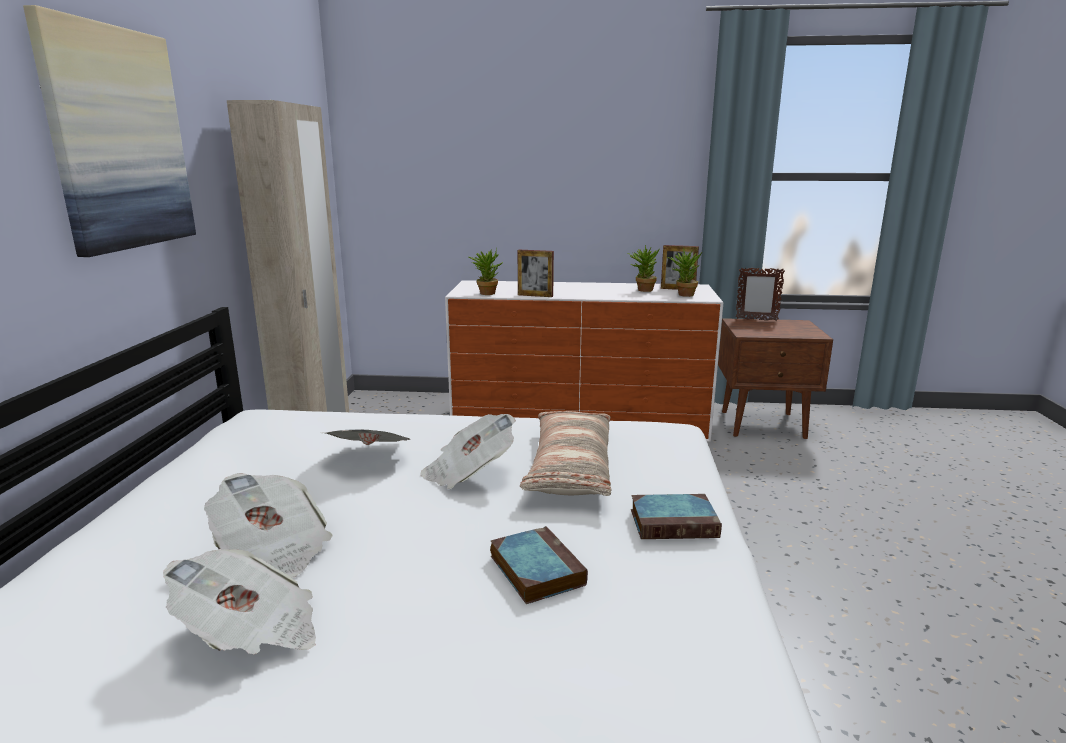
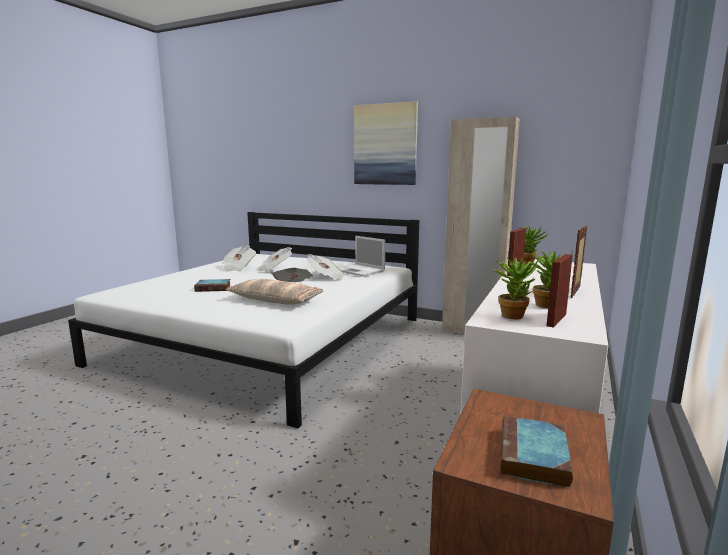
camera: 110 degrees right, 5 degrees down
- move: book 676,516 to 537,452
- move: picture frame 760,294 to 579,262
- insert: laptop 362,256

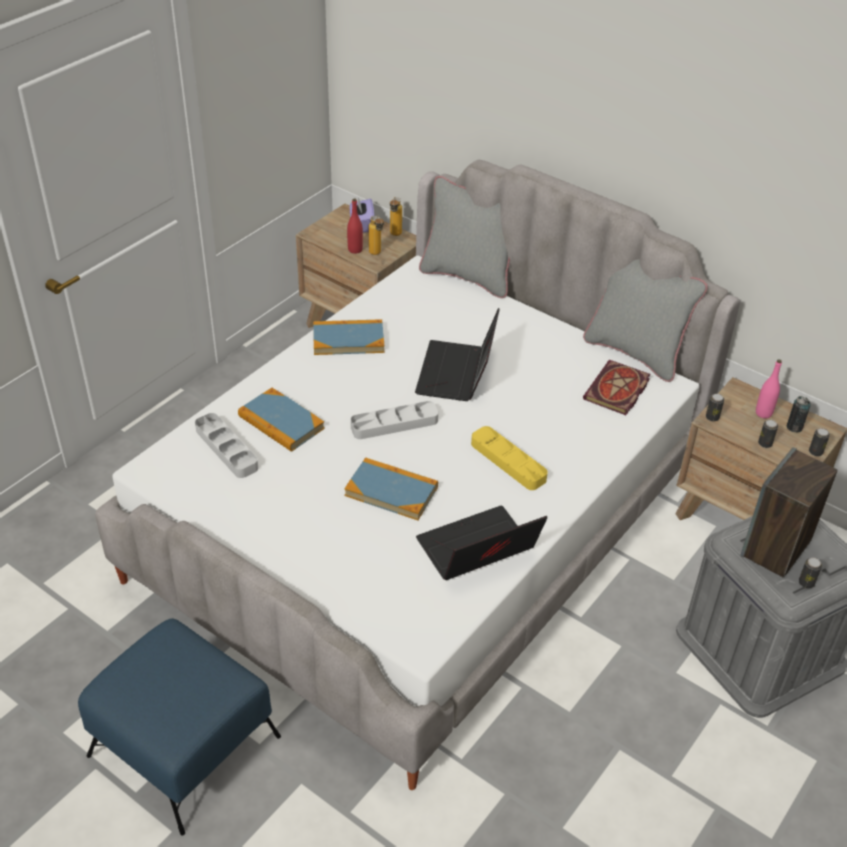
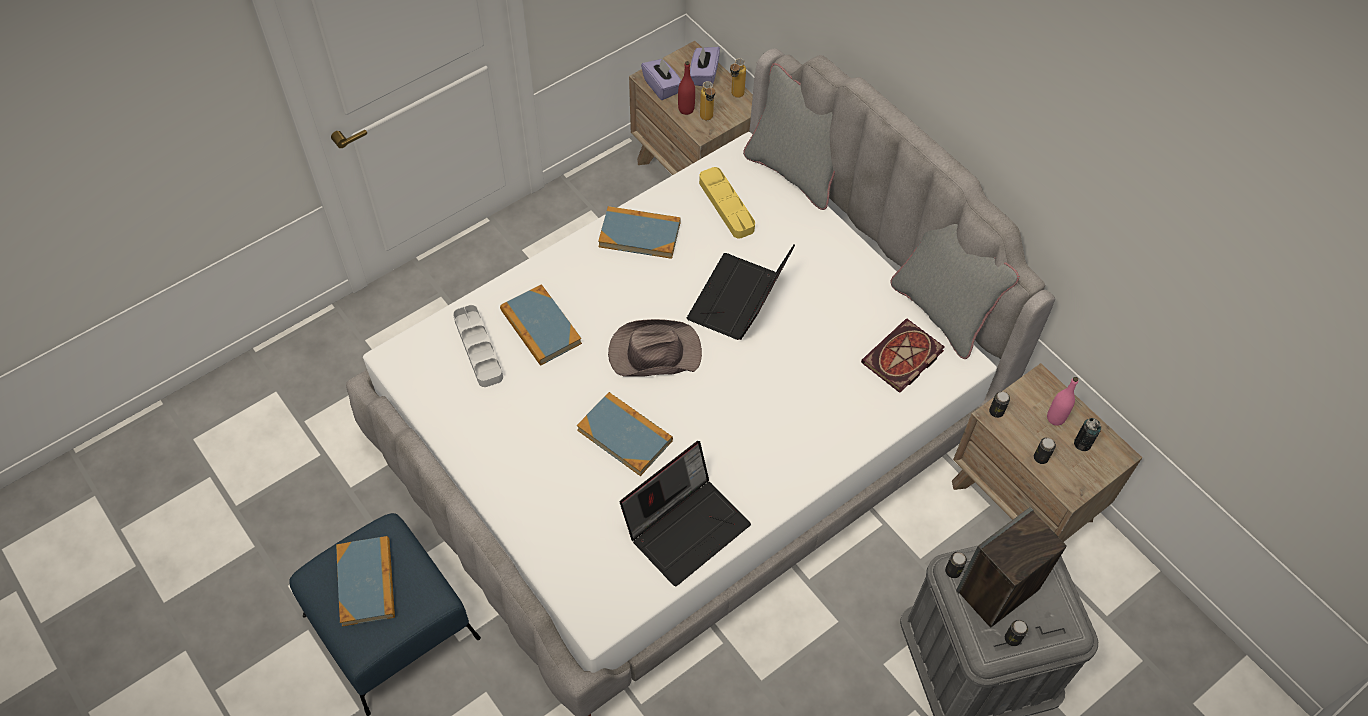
camera: 15 degrees right, 15 degrees up
- replace: grey tray 394,420 to brown hat 655,348
- rotate: laptop 481,543 = 685,513 150 degrees clockwise
- move: yellow tray 509,458 to 727,202
- move: can 819,442 to 956,565
- insert: book 365,581
- insert: purple tissue box 661,79

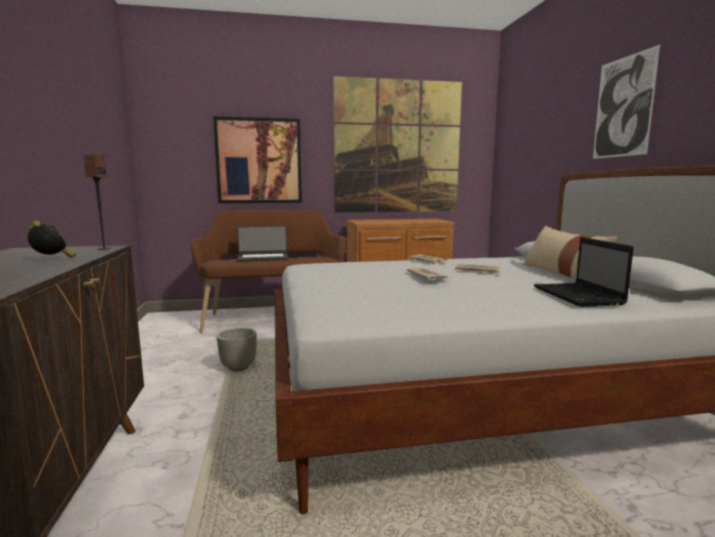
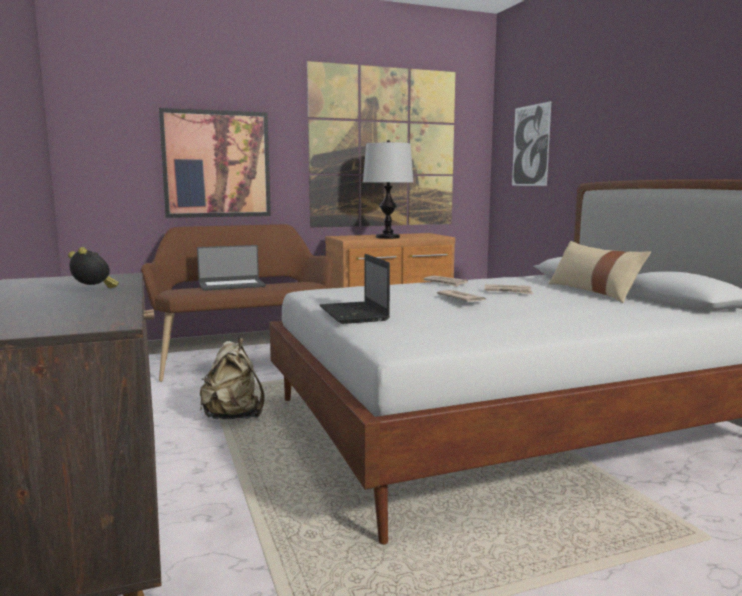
camera: 10 degrees left, 0 degrees up
- delete: speaker 97,202
- replace: planter 237,349 to beige backpack 232,378
- move: laptop 584,272 to 354,289
- move: picture 626,102 to 531,143
- insert: table lamp 388,189

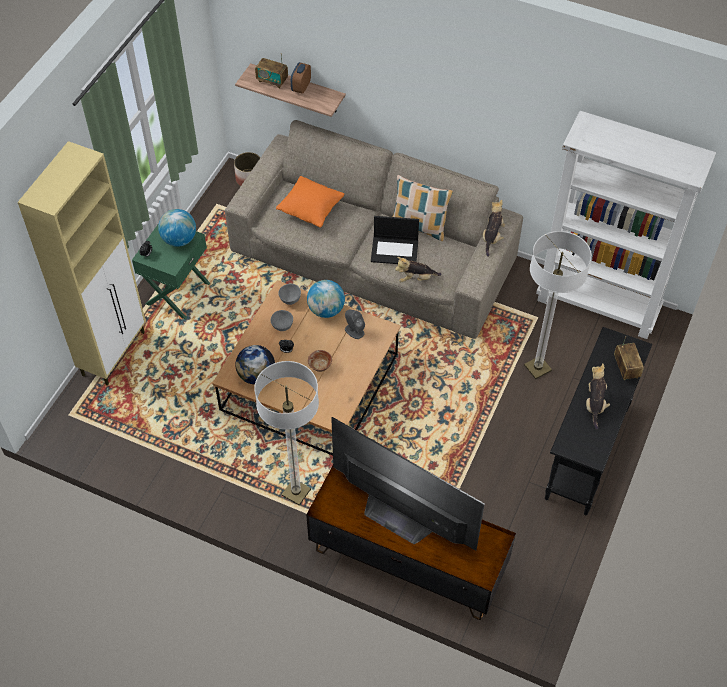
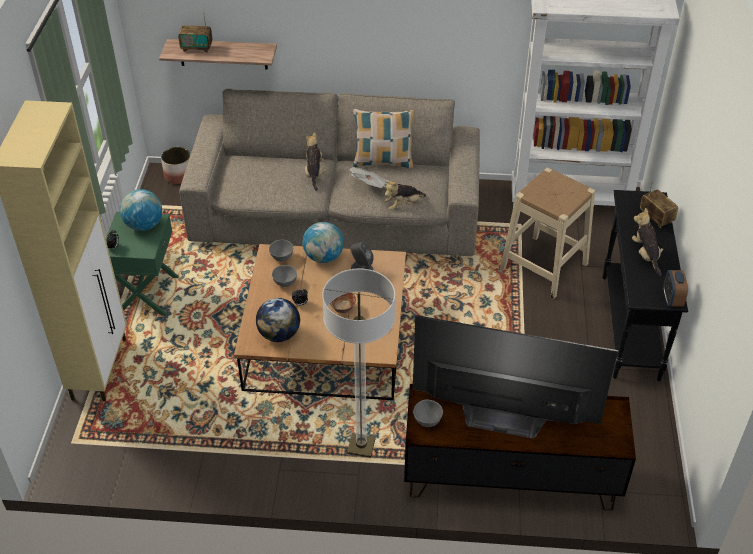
camera: 20 degrees left, 10 degrees down
- delete: orange pillow 310,202
- move: alarm clock 301,78 to 676,288
- replace: laptop 395,240 to newspaper 369,177
- move: plush toy 493,228 to 316,161
- replace: floor lamp 558,305 to beige stool 548,233
- insert: grey bowl 428,413

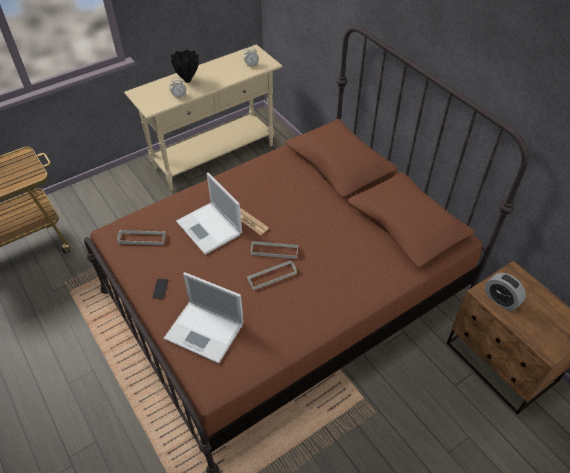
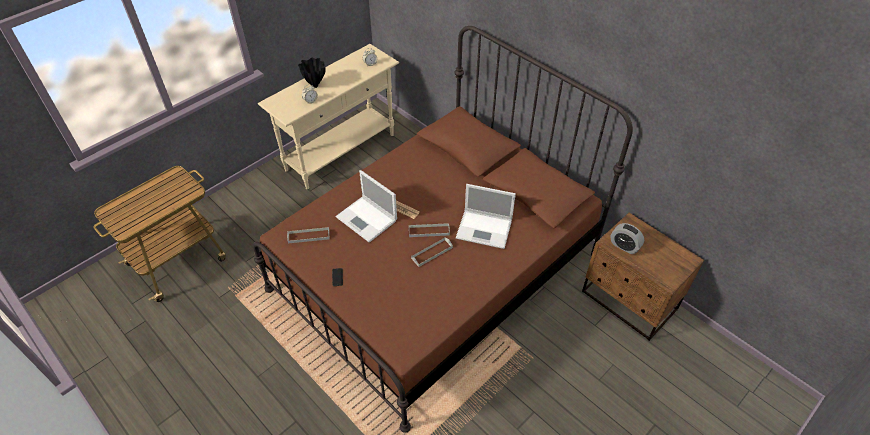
camera: 10 degrees left, 0 degrees up
- move: laptop 203,317 to 486,216

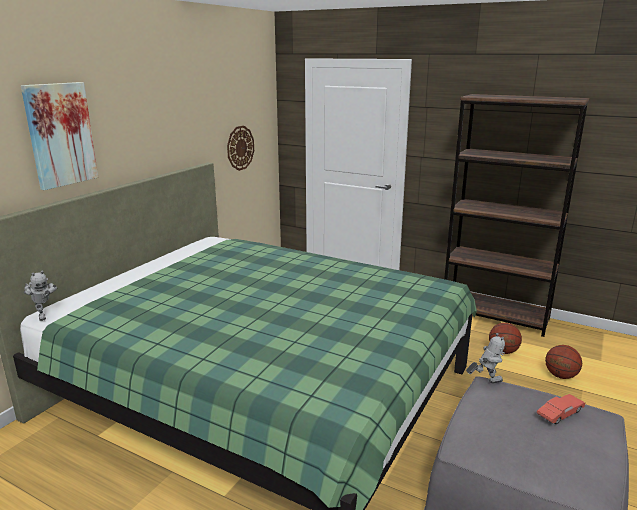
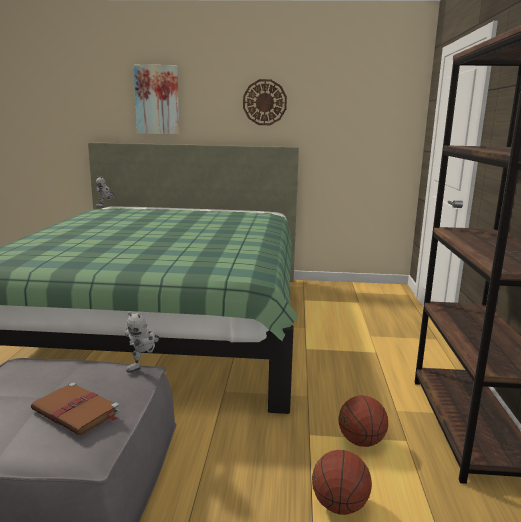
camera: 65 degrees right, 5 degrees down
- move: wall clock 240,148 to 265,102
- rotate: toy robot 485,358 = 142,342 60 degrees clockwise
- replace: red toy car 561,409 to brown book 75,408

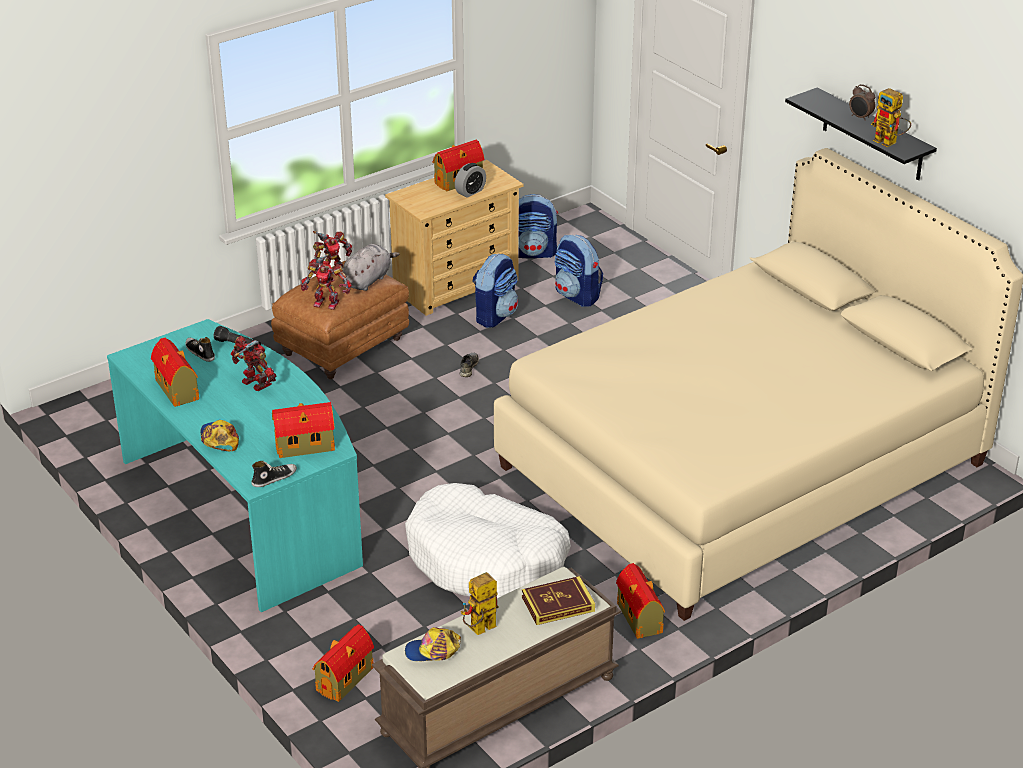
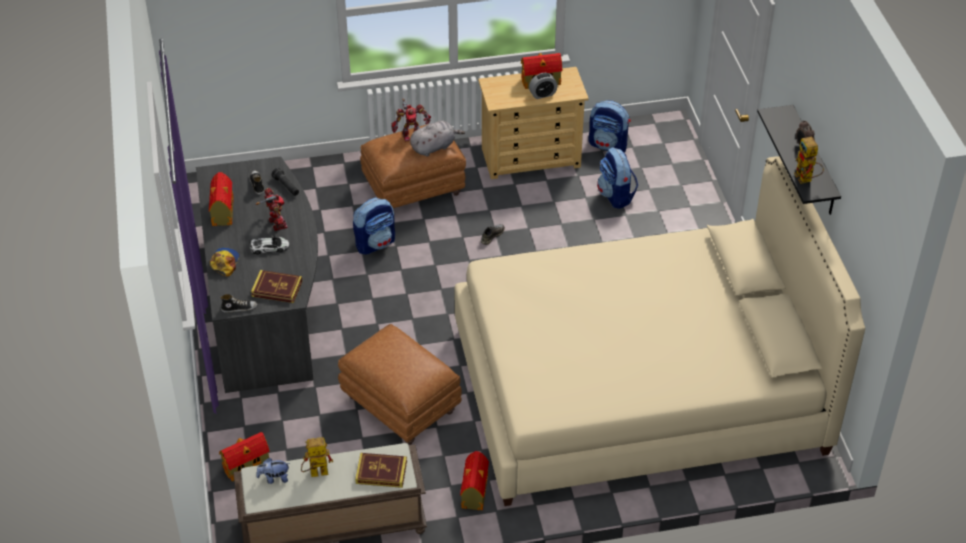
camera: 25 degrees right, 10 degrees up
- recolor: turquoise desk 235,465 to grey desk 257,274
- replace: toy house 303,430 to book 276,286
- delete: toy robot 326,282
- replace: white dog bed 488,540 to brown ottoman 400,384
- replace: cap 433,644 to plush toy 273,471
- move: backpack 495,290 to 374,226
- insert: toy car 269,245

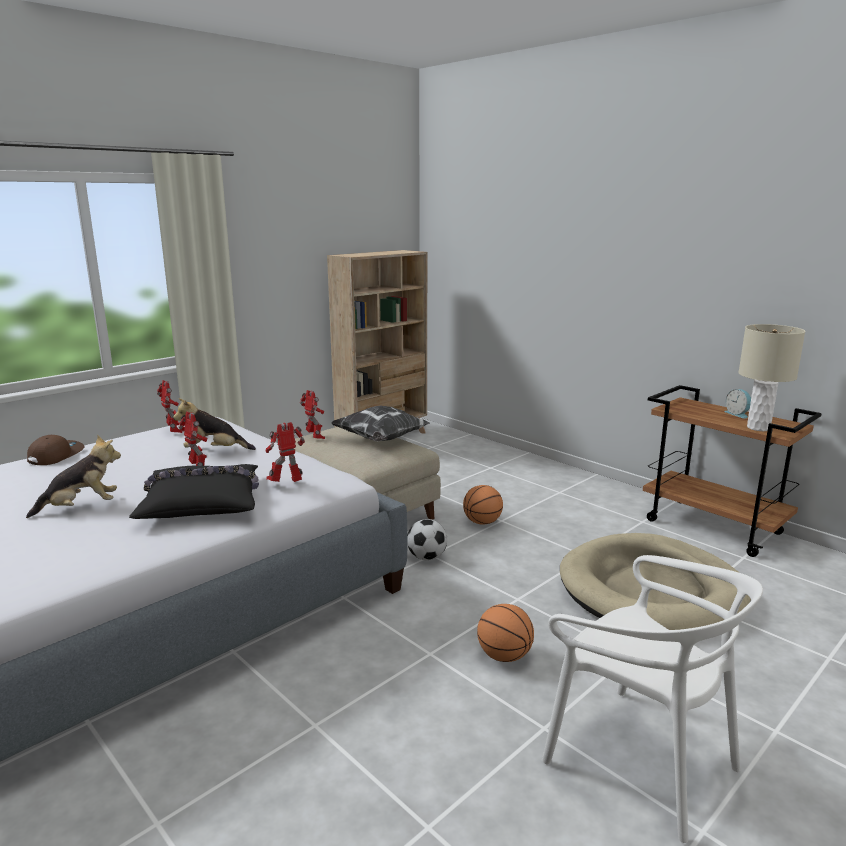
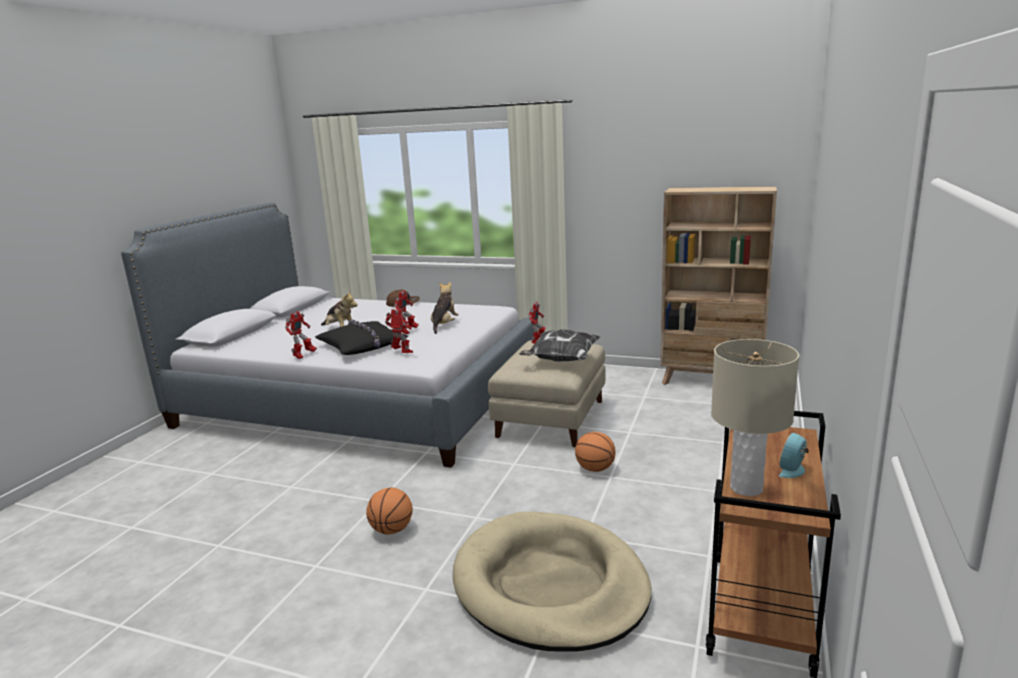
camera: 65 degrees right, 0 degrees up
- move: toy robot 169,406 to 301,335
- rotate: plush toy 214,424 = 445,308 45 degrees clockwise
- delete: football 427,539
- delete: white chair 652,699

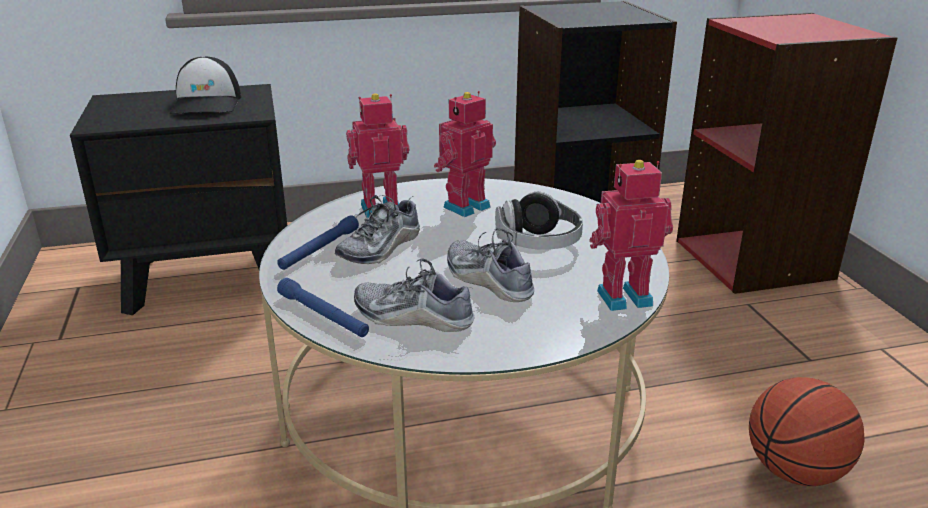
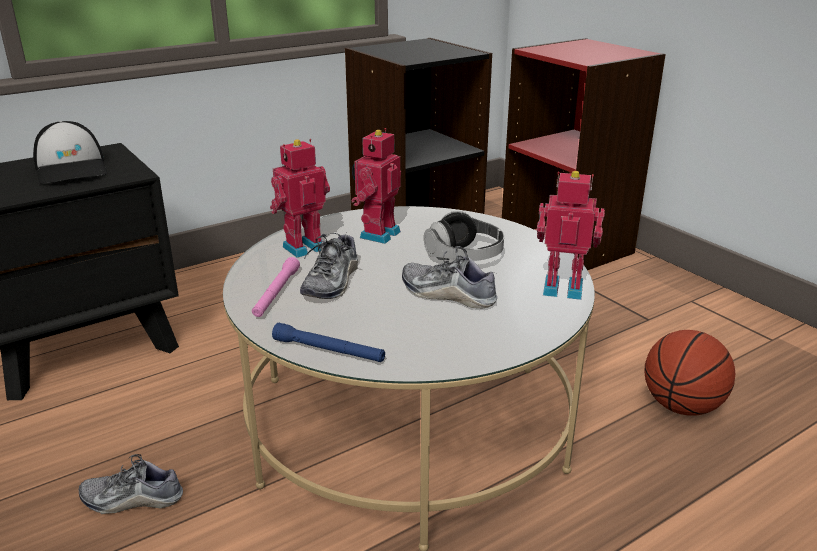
camera: 20 degrees left, 0 degrees up
- recolor: blue flashlight 318,242 to pink flashlight 276,287
- move: shoe 414,295 to 131,484
- rotate: toy robot 631,235 = 571,235 45 degrees clockwise

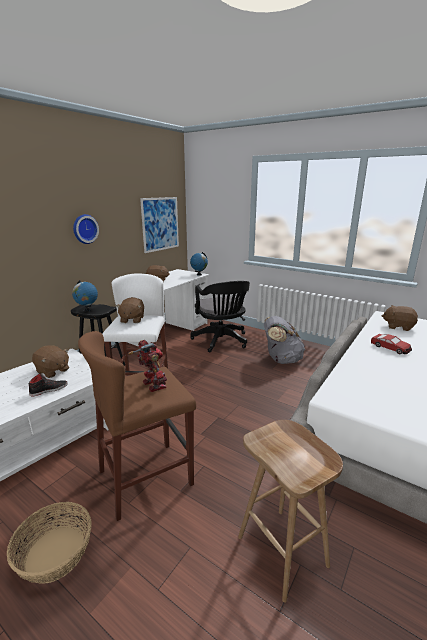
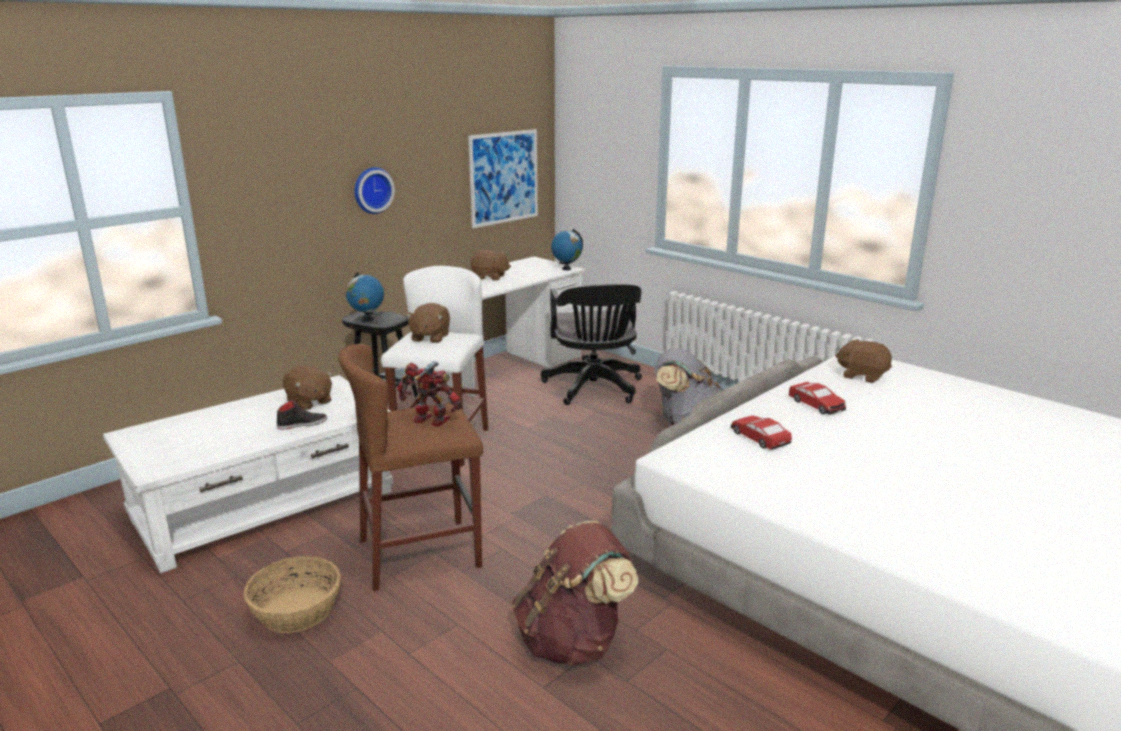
camera: 10 degrees right, 0 degrees up
- rotate: toy robot 147,365 = 429,393 45 degrees counterclockwise
- replace: brown stool 290,511 to brown backpack 575,593
- insert: toy car 761,433

